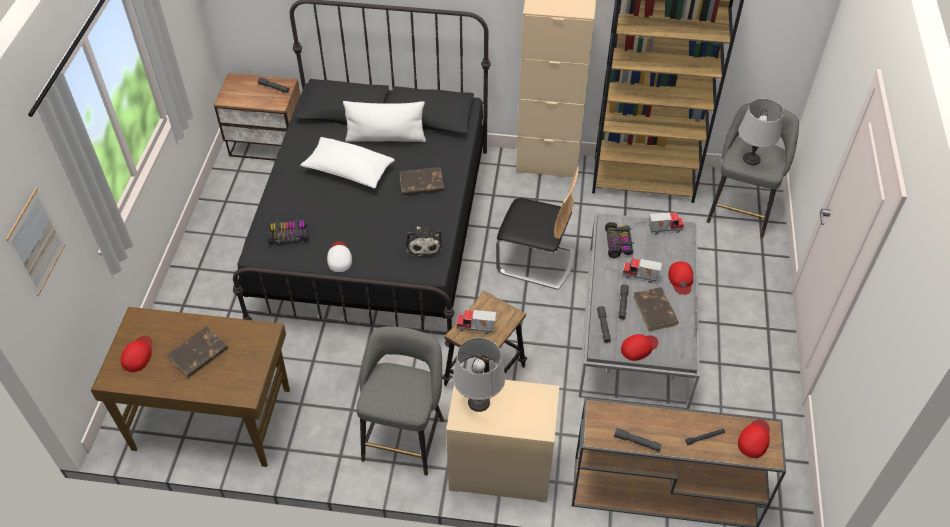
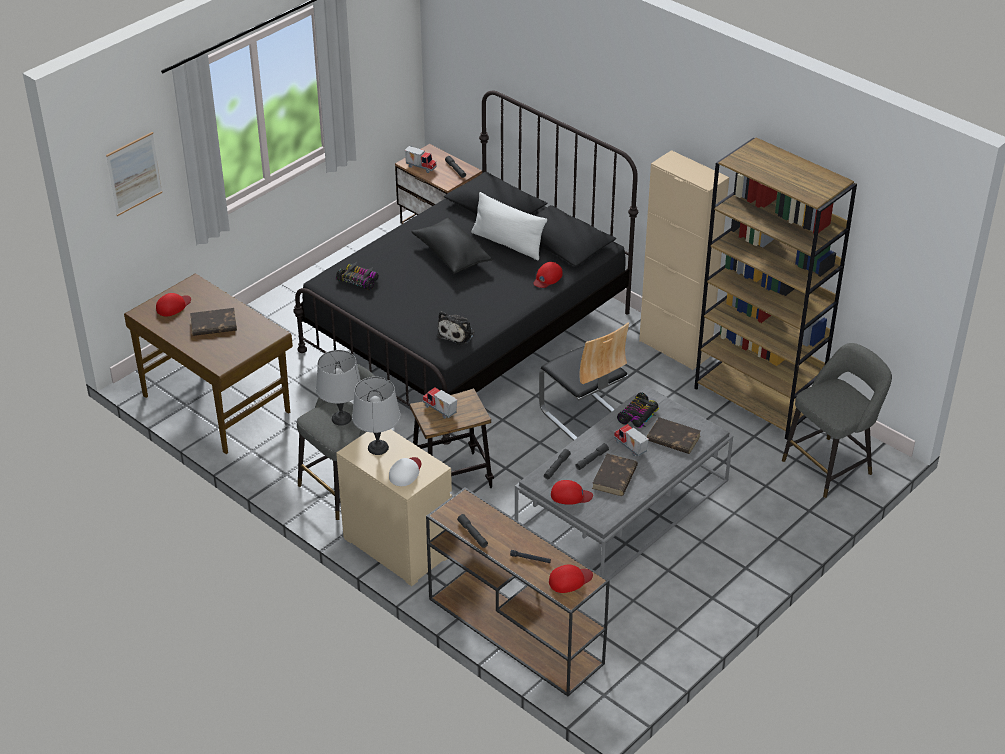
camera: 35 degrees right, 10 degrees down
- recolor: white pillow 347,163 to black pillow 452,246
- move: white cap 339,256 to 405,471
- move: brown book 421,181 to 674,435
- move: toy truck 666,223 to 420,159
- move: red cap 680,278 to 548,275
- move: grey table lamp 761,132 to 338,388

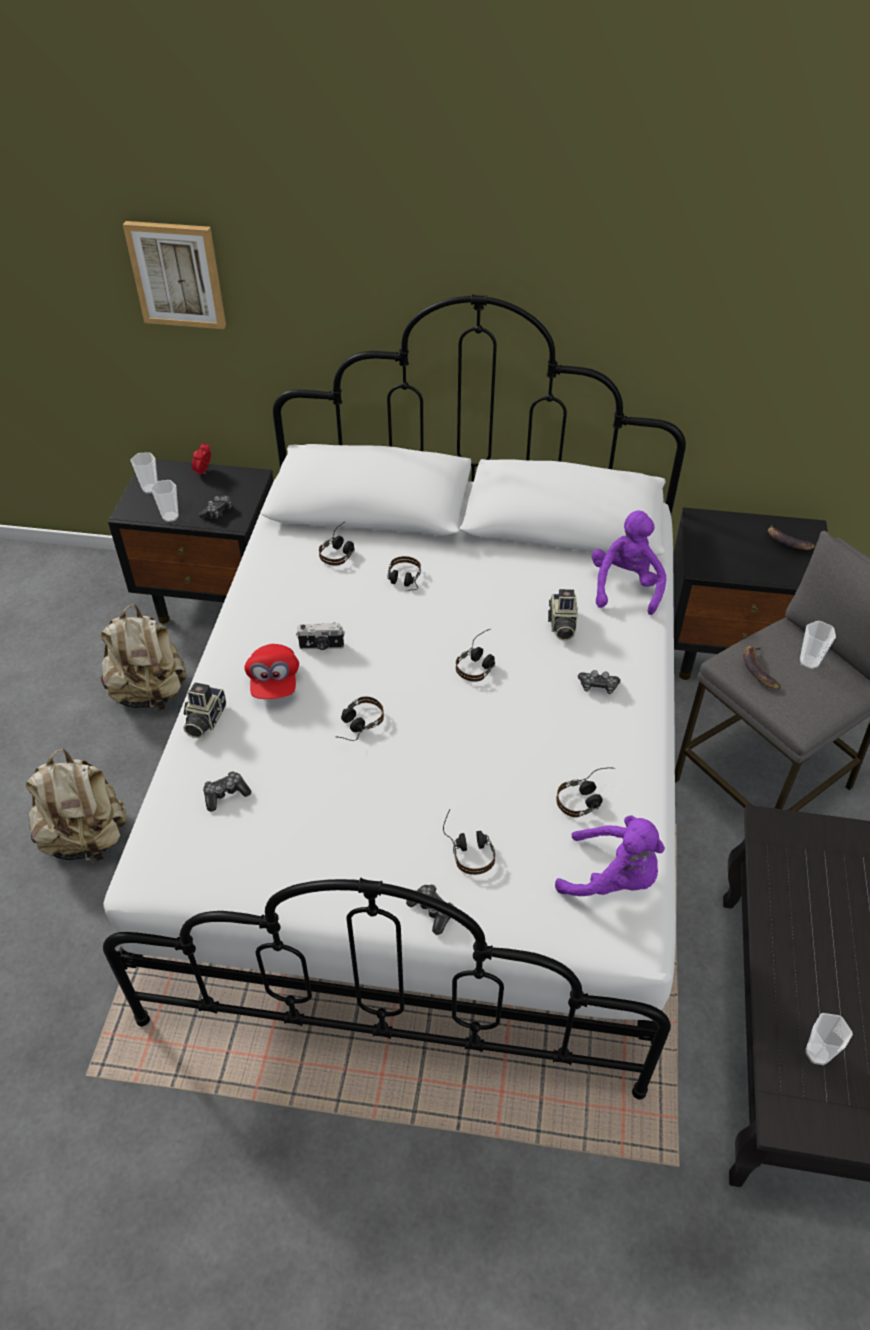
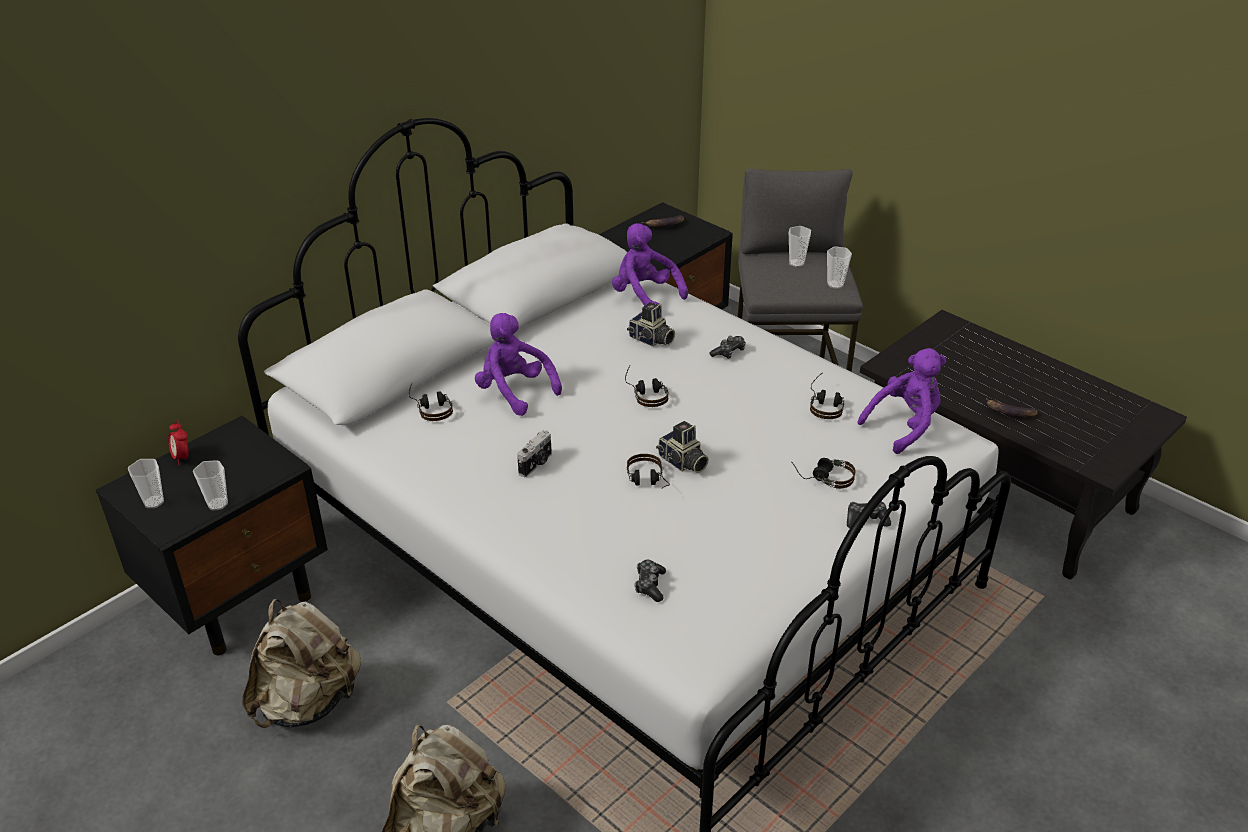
camera: 55 degrees left, 10 degrees down
- delete: picture 174,275
- move: photo camera 205,710 to 682,447
- delete: game controller 215,507
- delete: red cap 271,671
- replace: headphones 404,573 to purple plush toy 518,364
- move: banana 762,667 to 1012,407
- move: cup 829,1039 to 839,267

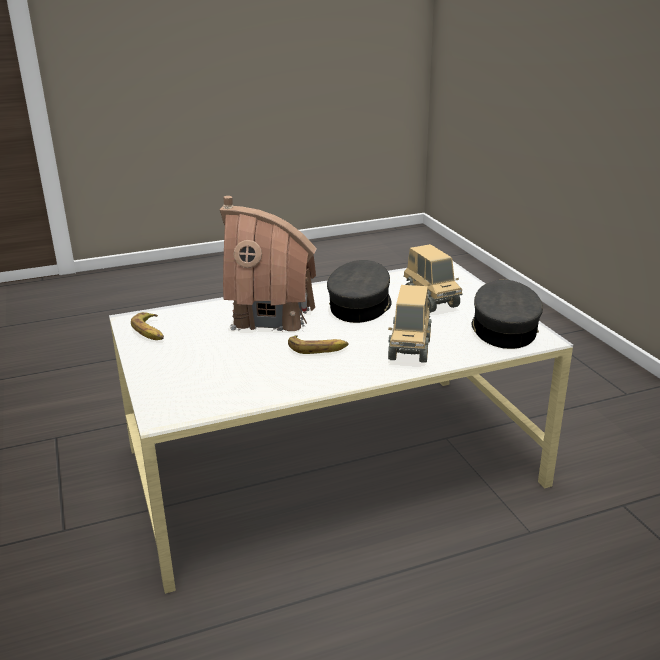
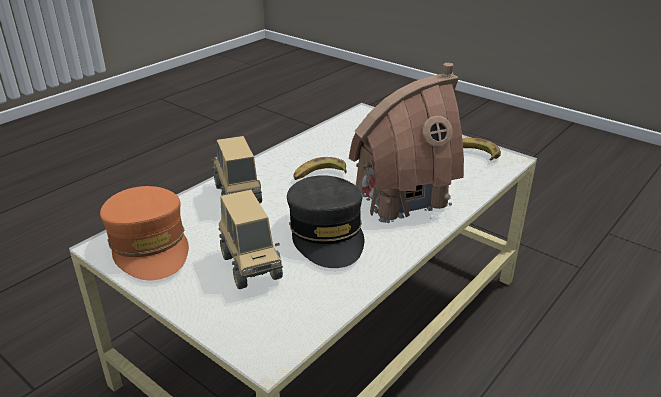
camera: 150 degrees right, 5 degrees up
- rotate: toy truck 433,278 = 250,239 150 degrees counterclockwise
- recolor: grey cap 507,314 to orange cap 144,233

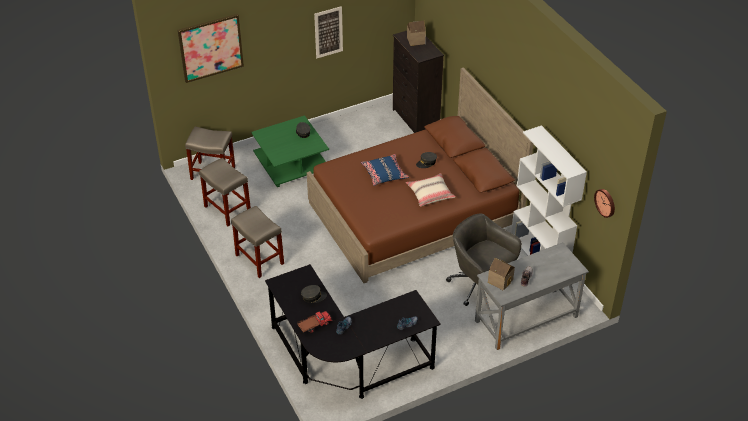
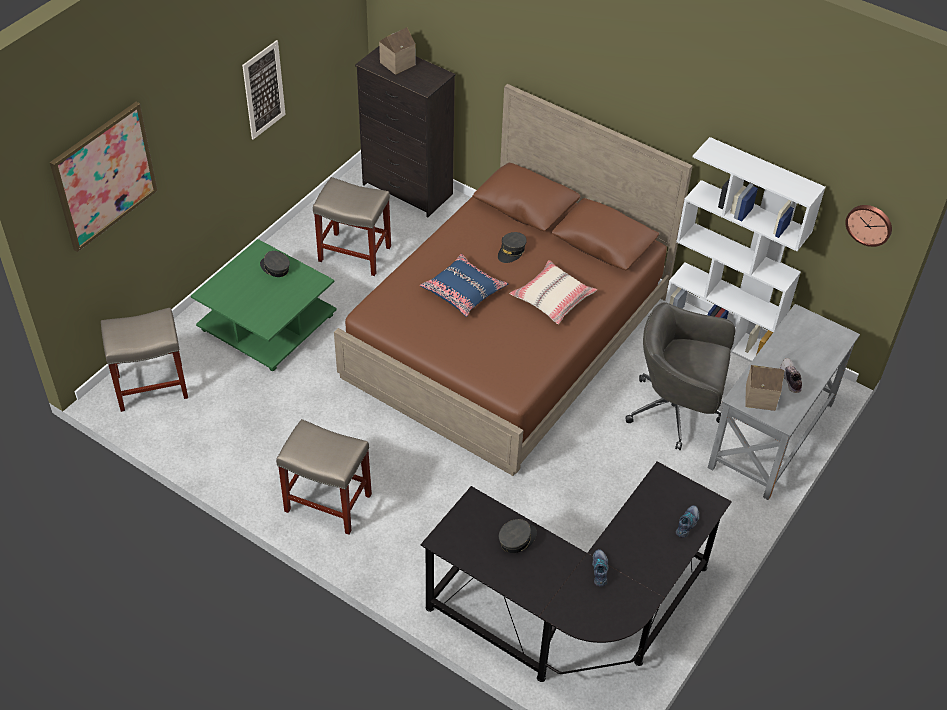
camera: 30 degrees left, 5 degrees up
- move: beige stool 225,192 to 352,226
- delete: toy truck 314,322

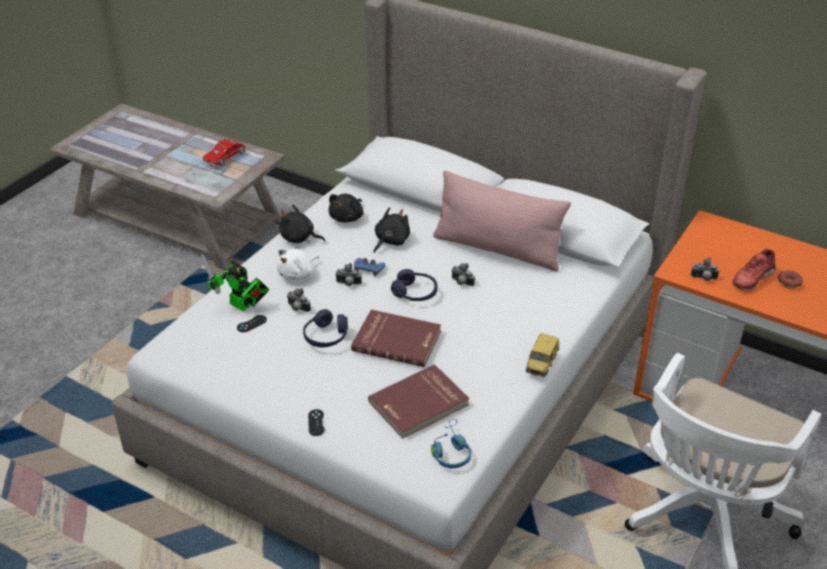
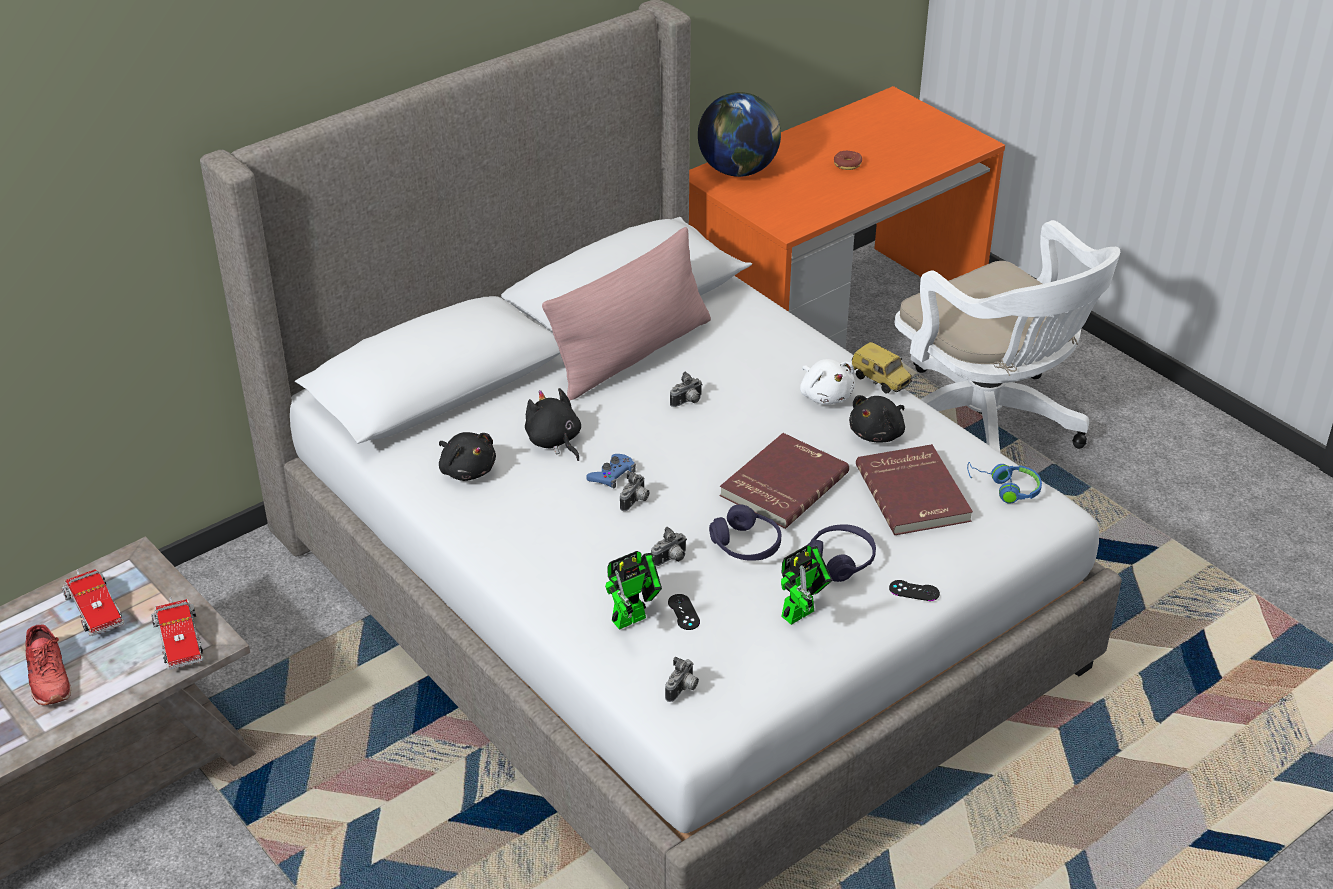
camera: 70 degrees left, 0 degrees up
- move: white plush toy 298,264 to 827,382
- move: black plush toy 302,224 to 877,418
- move: purple headphones 414,285 to 842,553
- move: photo camera 705,269 to 682,679
- move: red shoe 754,270 to 48,664
- insert: toy truck 177,633
- insert: globe 739,134
- insert: toy robot 806,585

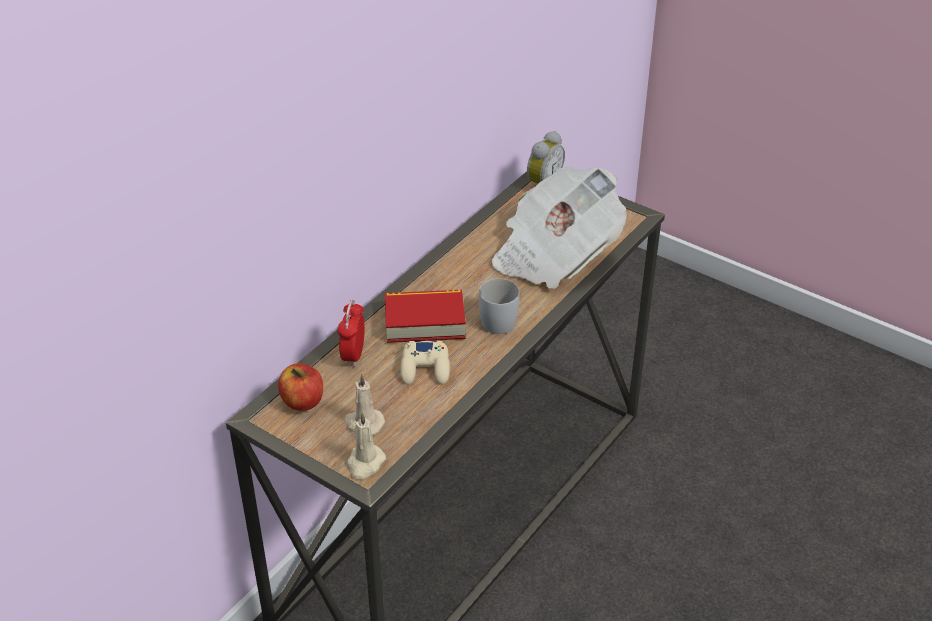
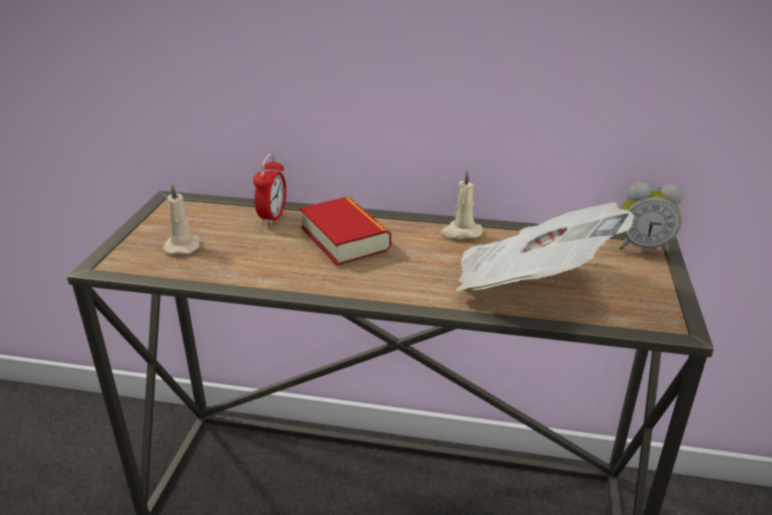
camera: 65 degrees right, 10 degrees down
- delete: apple 300,387
- rotate: alarm clock 351,333 = 269,190 120 degrees clockwise
- move: beige candle 366,445 to 461,204
- delete: beige game controller 425,363
- delete: white mug 499,306

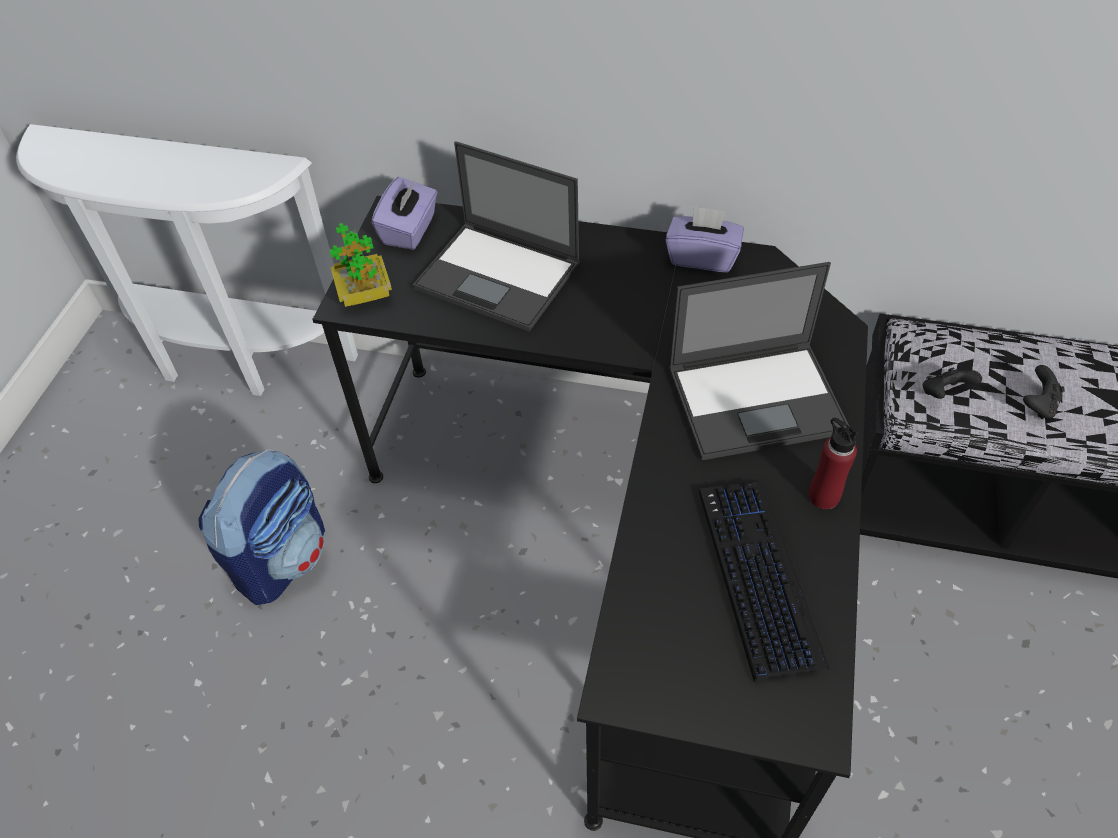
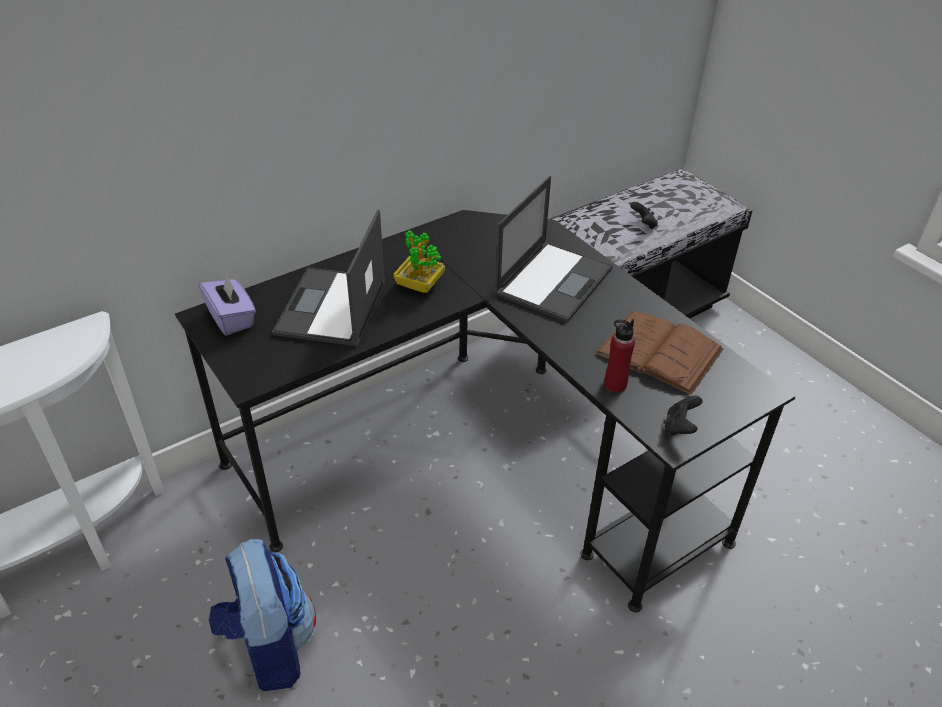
camera: 50 degrees left, 10 degrees down
- move: potted plant 361,265 to 419,261
- rotate: laptop 496,236 = 328,277 120 degrees clockwise
- delete: purple tissue box 704,239
- replace: keyboard 764,582 to brown book 659,353
- move: red bottle 833,463 to 619,355
- move: black game controller 952,383 to 683,416

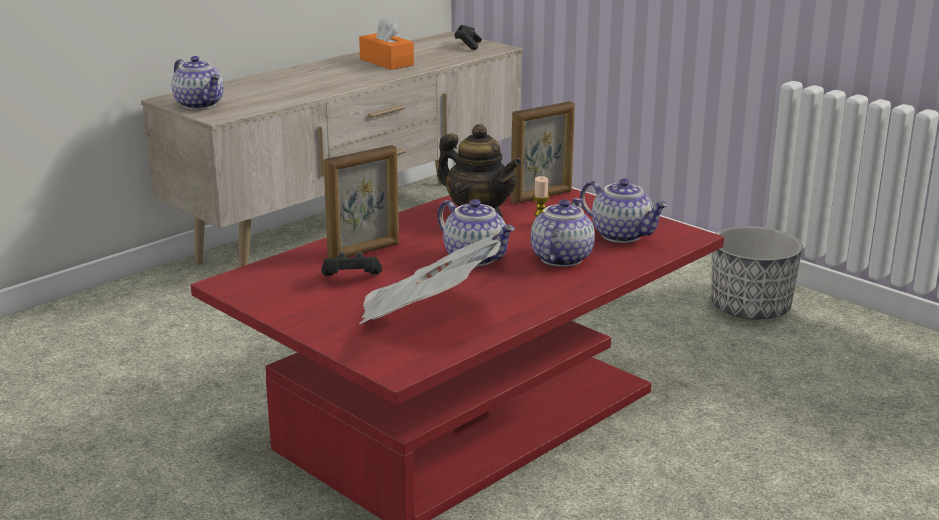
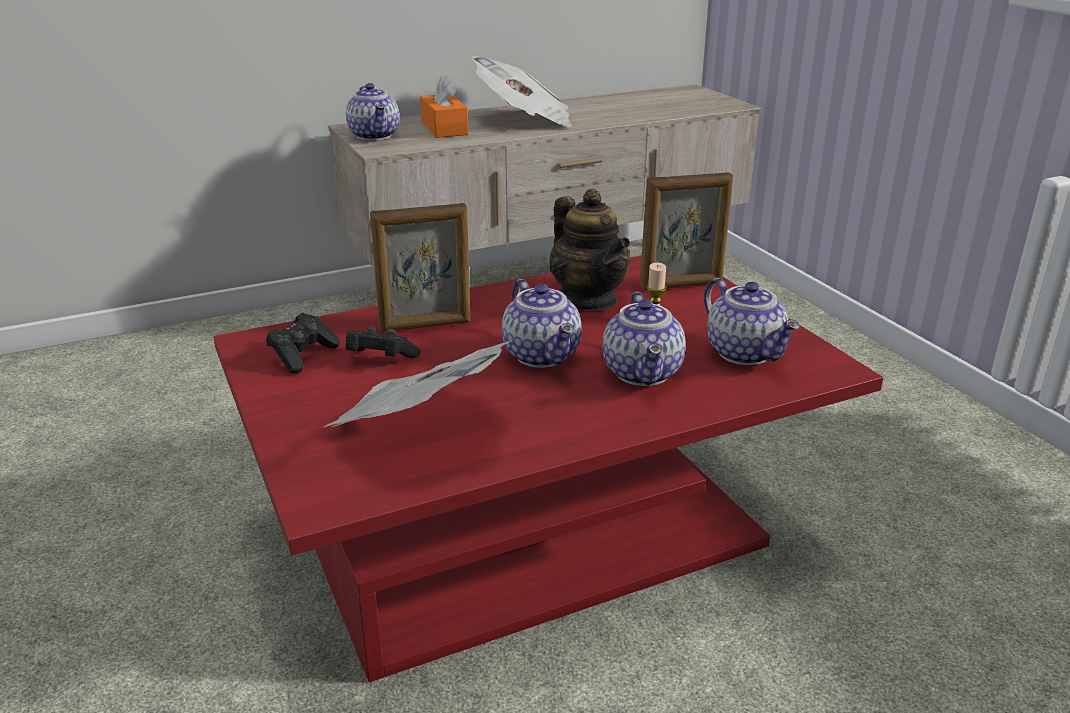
camera: 20 degrees right, 5 degrees up
- move: orange tissue box 386,43 to 444,106
- move: black game controller 468,37 to 303,343
- rotate: teapot 563,232 = 644,339 135 degrees clockwise
- delete: planter 757,273
- insert: newspaper 521,91

